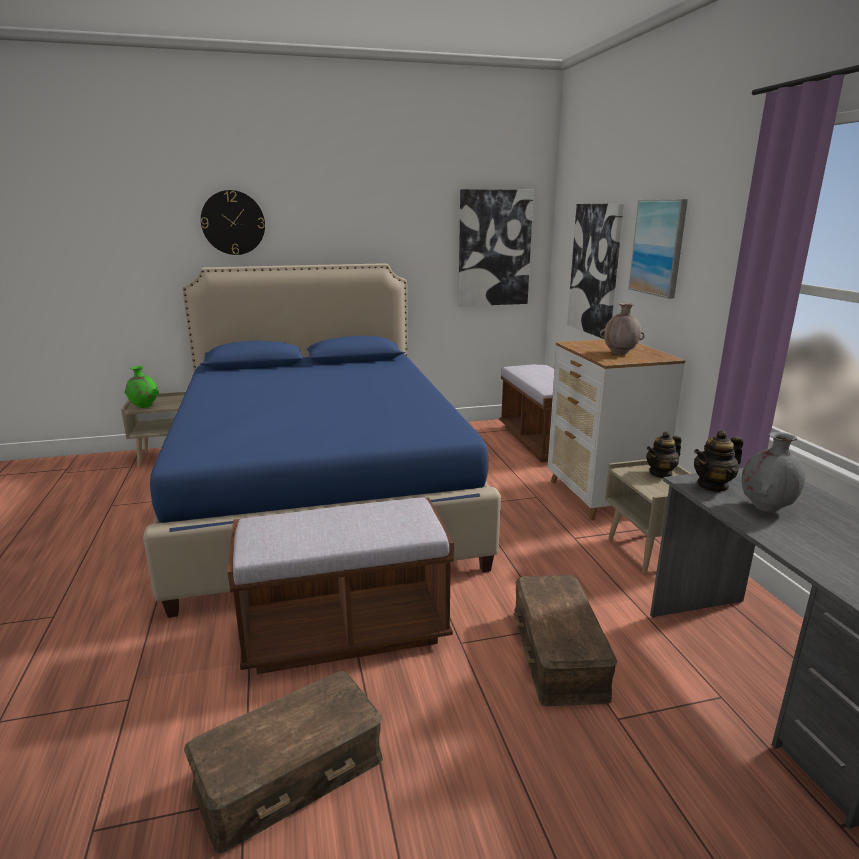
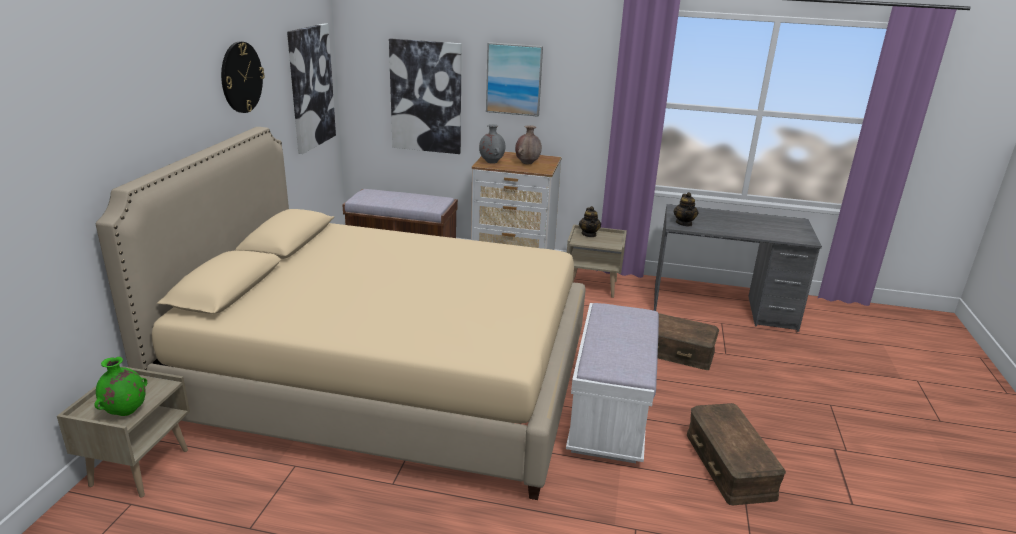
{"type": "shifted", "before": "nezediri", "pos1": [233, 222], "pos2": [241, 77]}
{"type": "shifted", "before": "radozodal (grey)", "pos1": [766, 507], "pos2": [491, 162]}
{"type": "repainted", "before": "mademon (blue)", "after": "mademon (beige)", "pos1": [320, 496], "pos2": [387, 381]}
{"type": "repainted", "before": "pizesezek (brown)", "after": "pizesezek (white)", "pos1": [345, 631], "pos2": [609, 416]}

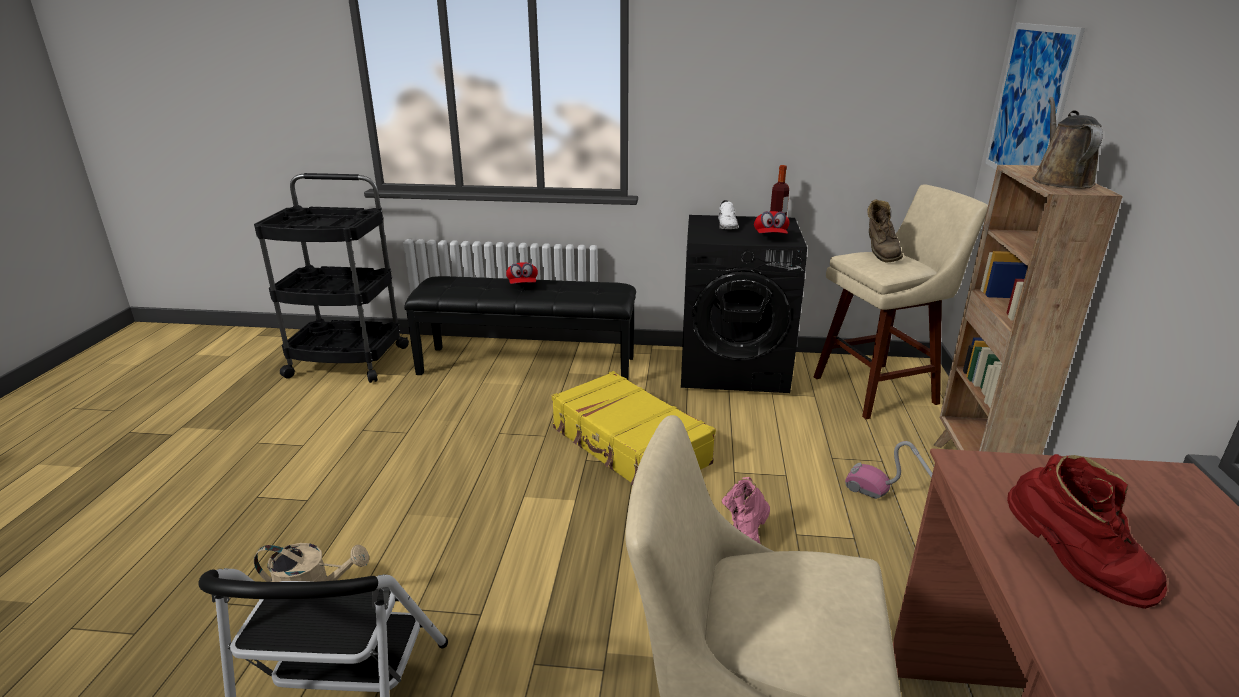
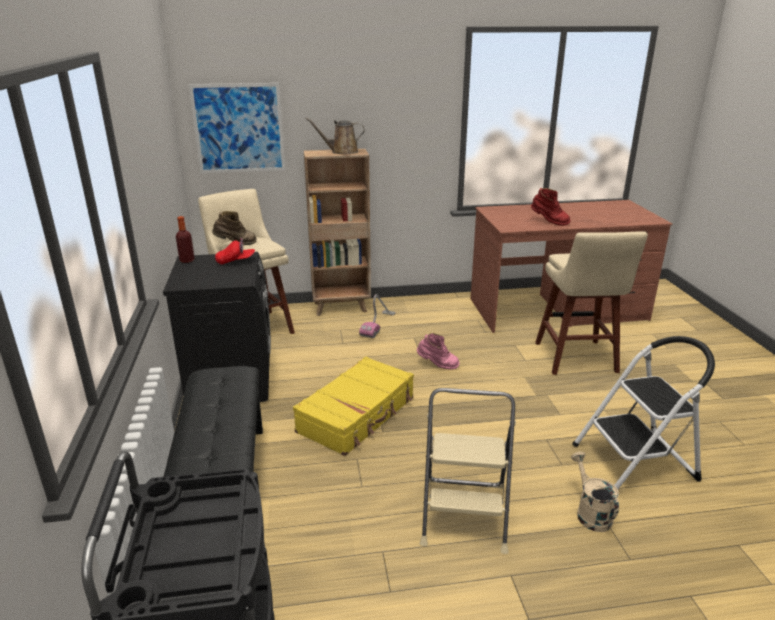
{"type": "gone", "before": "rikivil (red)", "pos1": [522, 285]}
{"type": "gone", "before": "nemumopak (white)", "pos1": [727, 225]}
{"type": "new", "after": "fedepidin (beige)", "pos2": [465, 510]}
{"type": "rotated", "before": "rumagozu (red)", "pos1": [1072, 569], "pos2": [548, 222], "turn": 90}

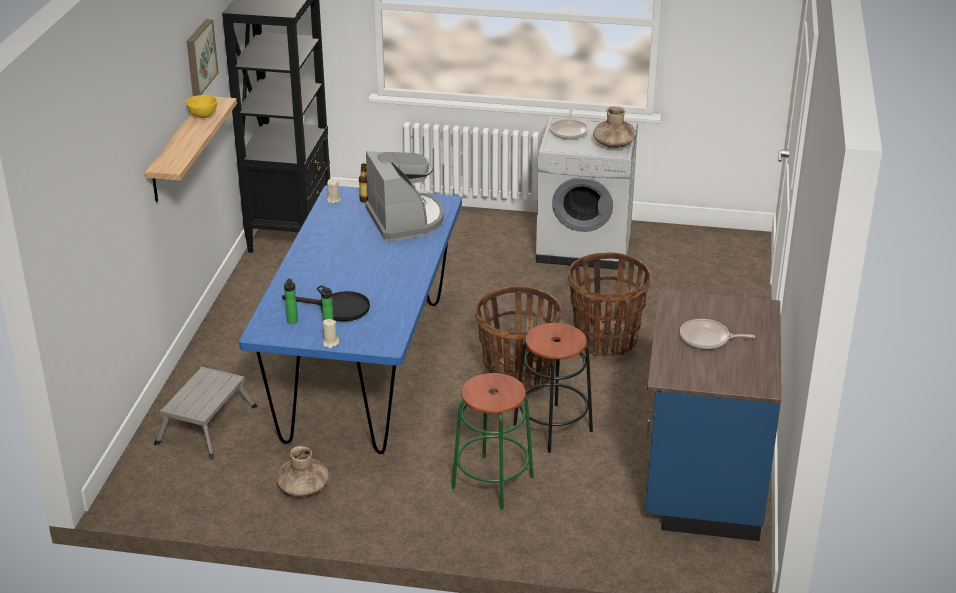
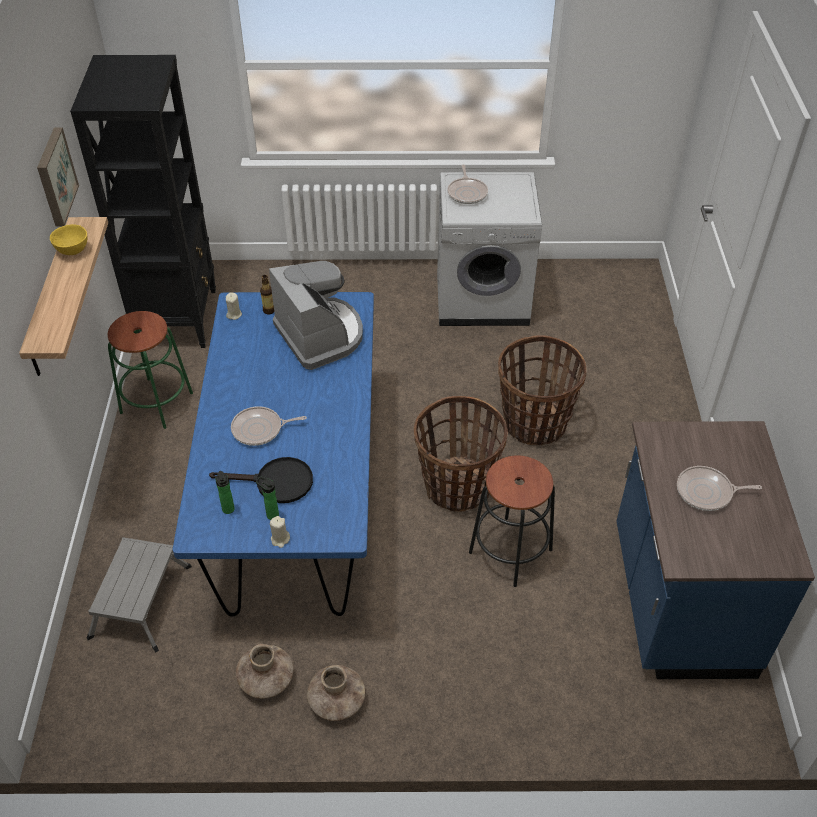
{"type": "new", "after": "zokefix", "pos2": [260, 429]}
{"type": "shifted", "before": "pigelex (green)", "pos1": [492, 482], "pos2": [156, 403]}
{"type": "shifted", "before": "radozodal (brown)", "pos1": [614, 144], "pos2": [337, 700]}

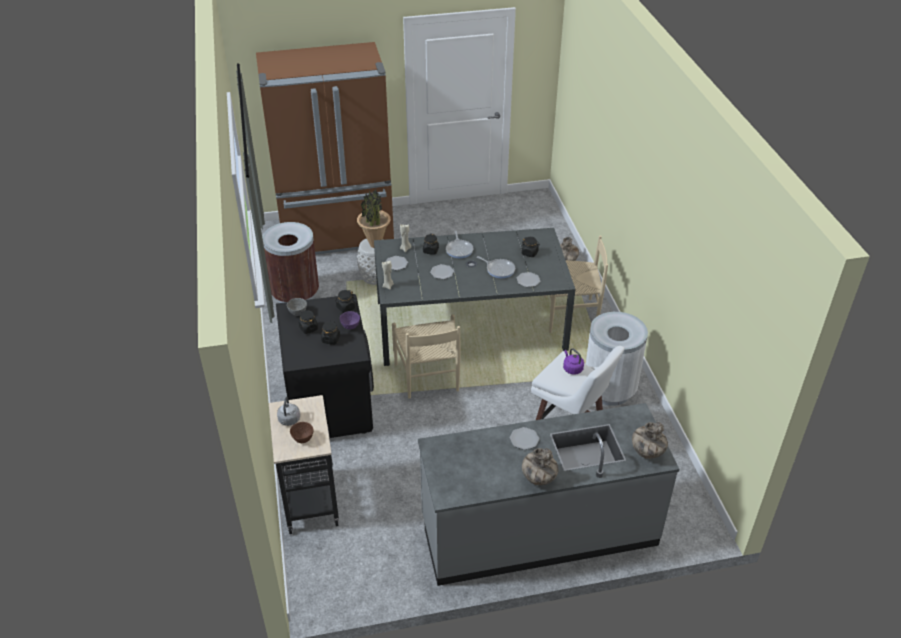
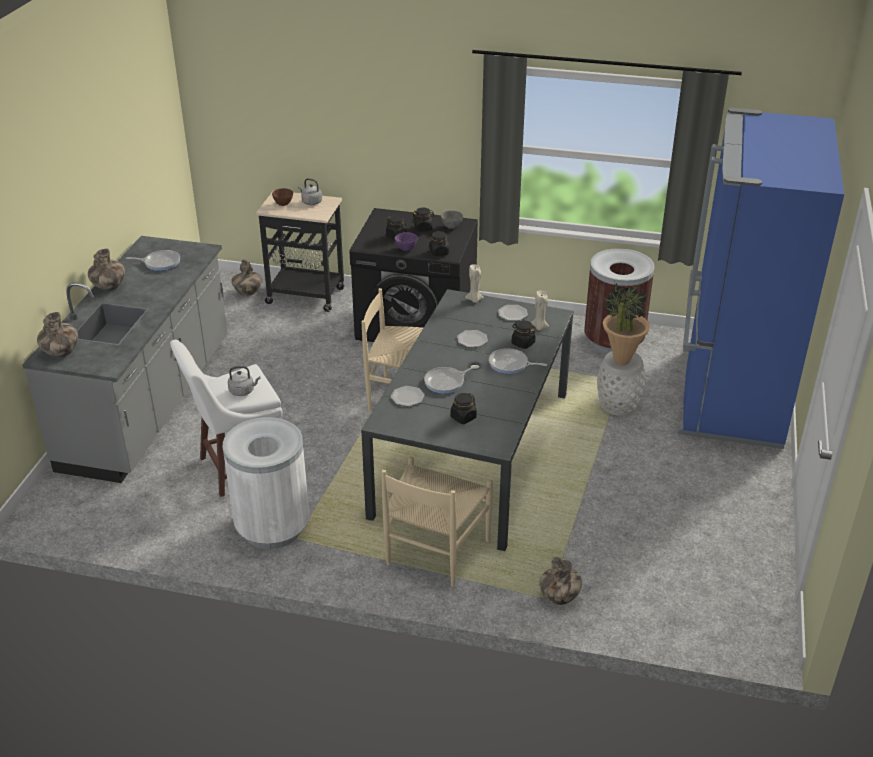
{"type": "gone", "before": "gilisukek", "pos1": [524, 439]}
{"type": "new", "after": "zokefix", "pos2": [160, 262]}
{"type": "new", "after": "radozodal", "pos2": [247, 293]}
{"type": "repainted", "before": "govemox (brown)", "after": "govemox (blue)", "pos1": [337, 236], "pos2": [728, 396]}
{"type": "repainted", "before": "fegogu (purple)", "after": "fegogu (grey)", "pos1": [572, 368], "pos2": [243, 391]}

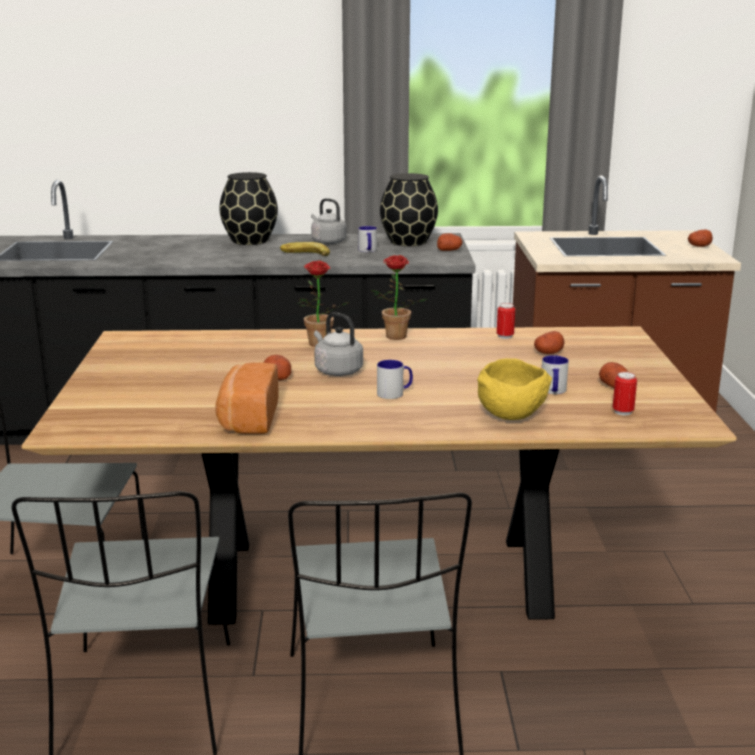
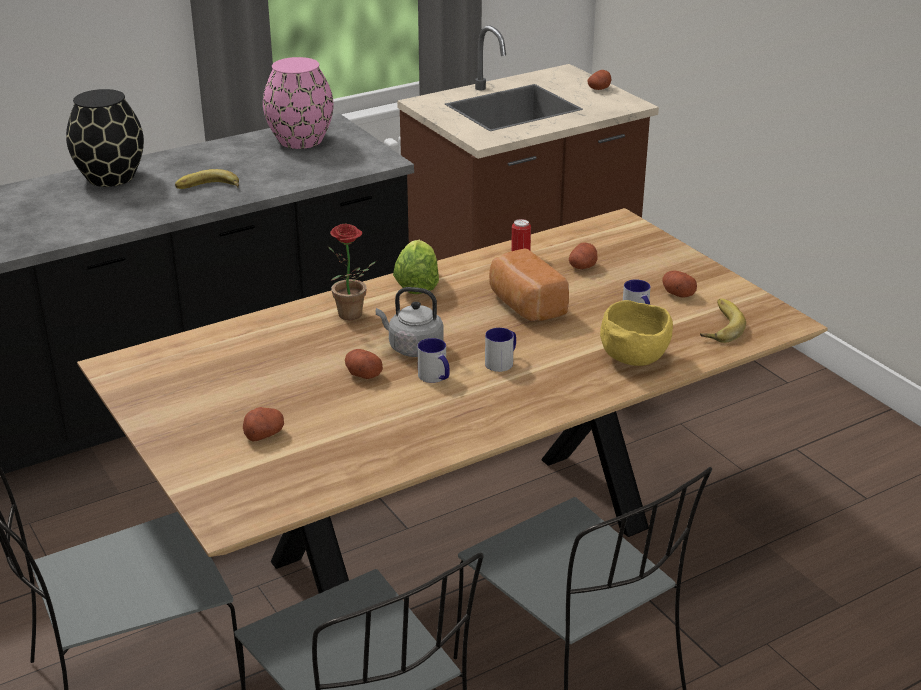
{"type": "gone", "before": "fegogu (grey)", "pos1": [327, 242]}
{"type": "shifted", "before": "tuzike", "pos1": [247, 419], "pos2": [524, 305]}
{"type": "shifted", "before": "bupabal", "pos1": [368, 251], "pos2": [435, 377]}
{"type": "shifted", "before": "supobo", "pos1": [449, 250], "pos2": [264, 434]}
{"type": "swapped", "before": "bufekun", "after": "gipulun", "pos1": [394, 338], "pos2": [417, 285]}
{"type": "swapped", "before": "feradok", "after": "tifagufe", "pos1": [623, 412], "pos2": [718, 325]}
{"type": "repainted", "before": "radozodal (black)", "after": "radozodal (pink)", "pos1": [408, 242], "pos2": [300, 140]}

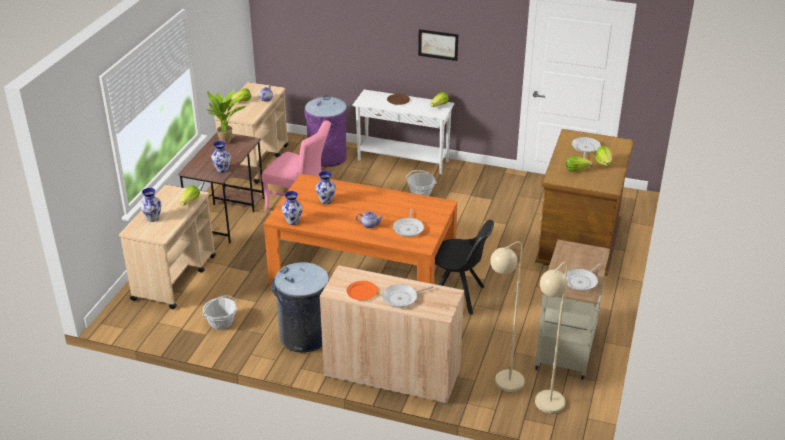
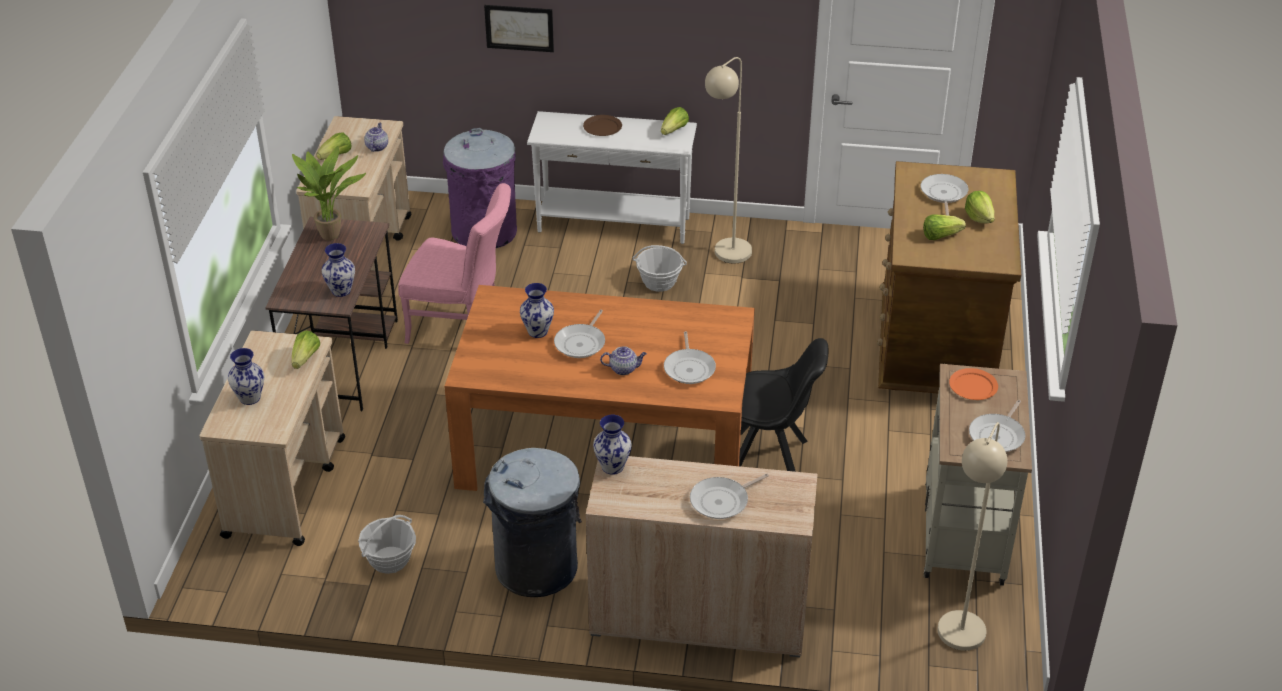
{"type": "new", "after": "zokefix", "pos2": [581, 343]}
{"type": "shifted", "before": "radozodal", "pos1": [293, 221], "pos2": [612, 466]}
{"type": "shifted", "before": "gilisukek (orange)", "pos1": [362, 292], "pos2": [972, 386]}
{"type": "shifted", "before": "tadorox", "pos1": [438, 44], "pos2": [519, 28]}
{"type": "shifted", "before": "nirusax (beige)", "pos1": [503, 386], "pos2": [726, 258]}

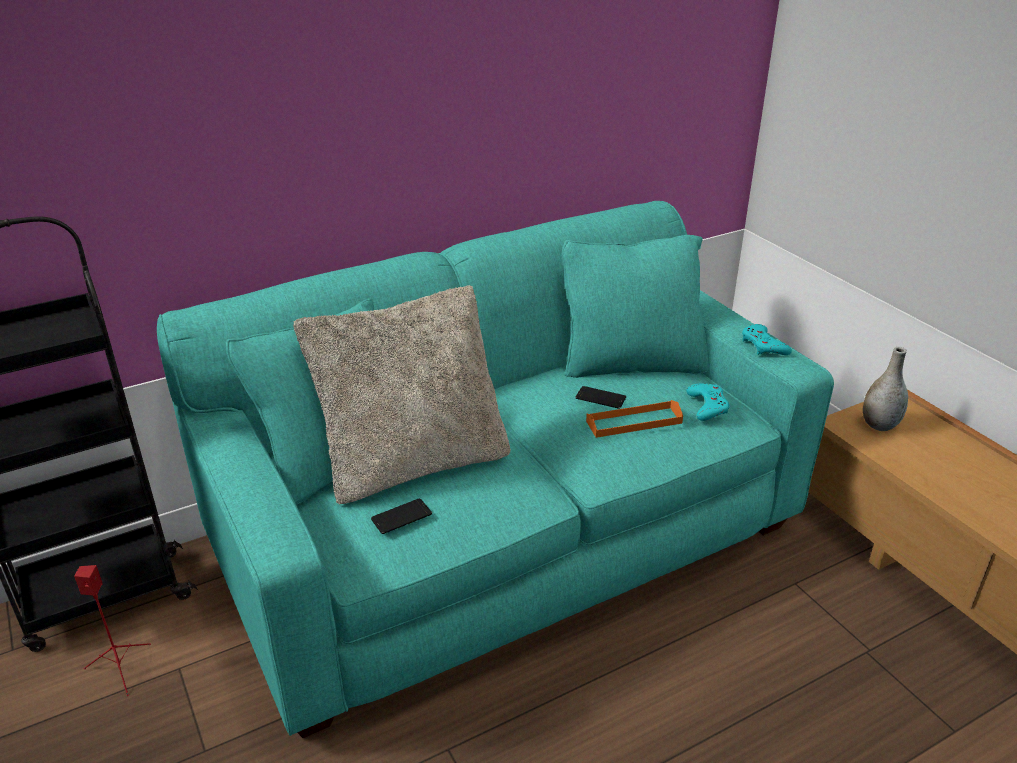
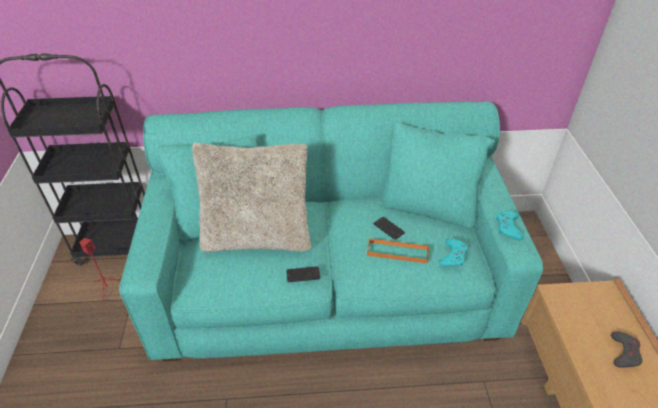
{"type": "gone", "before": "radozodal (grey)", "pos1": [879, 425]}
{"type": "new", "after": "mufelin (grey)", "pos2": [624, 352]}
{"type": "shifted", "before": "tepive", "pos1": [401, 517], "pos2": [303, 275]}

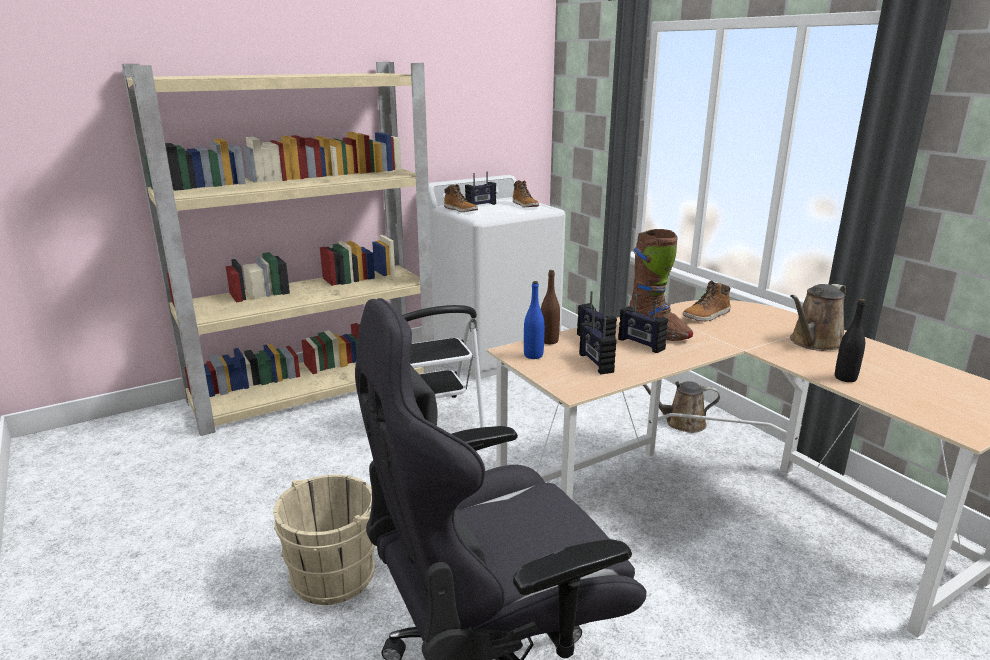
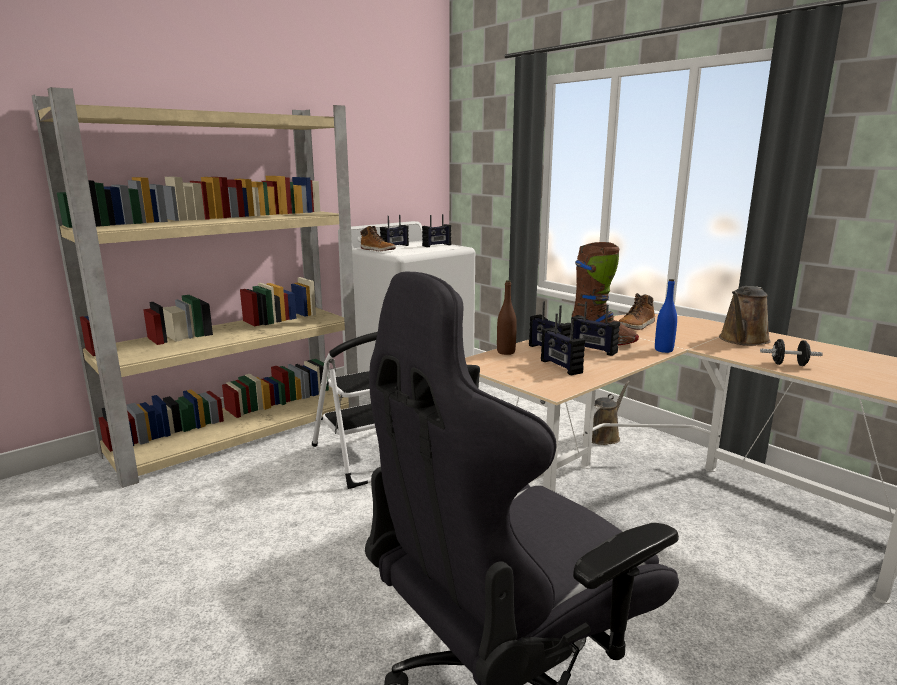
{"type": "gone", "before": "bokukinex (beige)", "pos1": [338, 572]}
{"type": "shifted", "before": "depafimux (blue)", "pos1": [533, 355], "pos2": [663, 350]}
{"type": "swapped", "before": "rumagozu", "after": "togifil", "pos1": [525, 205], "pos2": [437, 245]}
{"type": "swapped", "before": "depafimux (black)", "after": "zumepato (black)", "pos1": [845, 378], "pos2": [788, 364]}
{"type": "rotated", "before": "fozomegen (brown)", "pos1": [681, 423], "pos2": [603, 435], "turn": 135}

